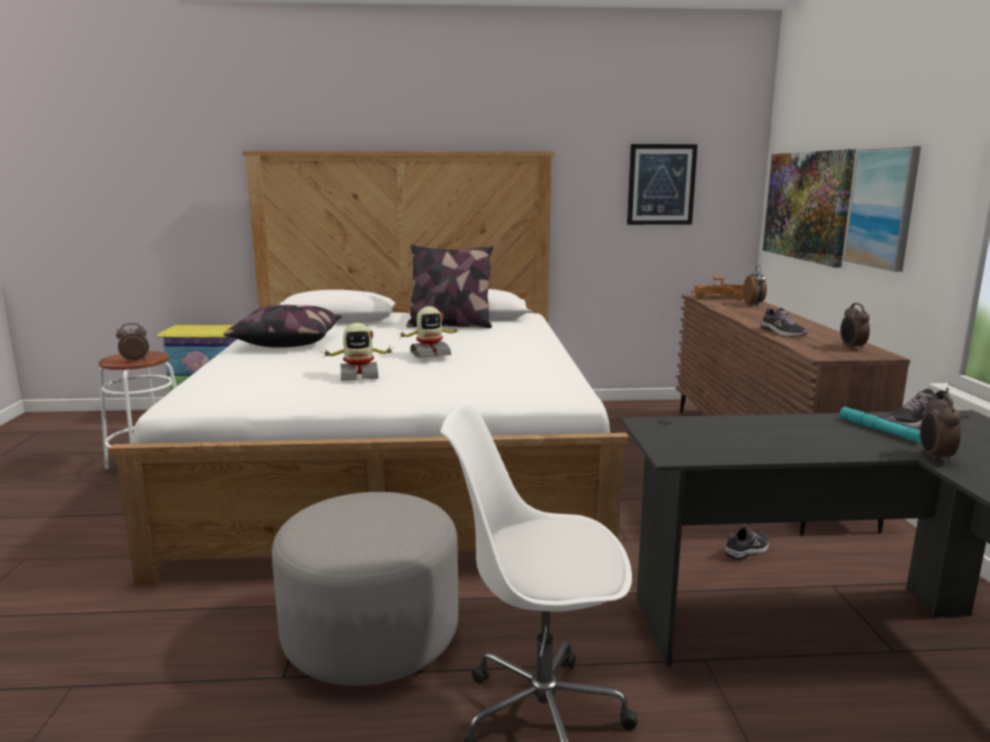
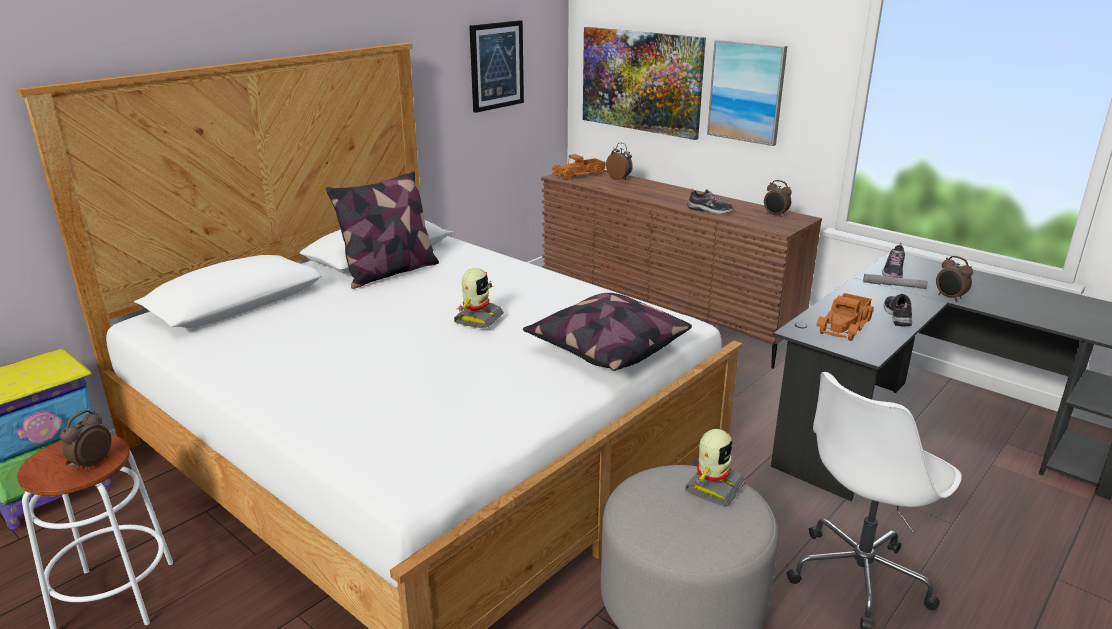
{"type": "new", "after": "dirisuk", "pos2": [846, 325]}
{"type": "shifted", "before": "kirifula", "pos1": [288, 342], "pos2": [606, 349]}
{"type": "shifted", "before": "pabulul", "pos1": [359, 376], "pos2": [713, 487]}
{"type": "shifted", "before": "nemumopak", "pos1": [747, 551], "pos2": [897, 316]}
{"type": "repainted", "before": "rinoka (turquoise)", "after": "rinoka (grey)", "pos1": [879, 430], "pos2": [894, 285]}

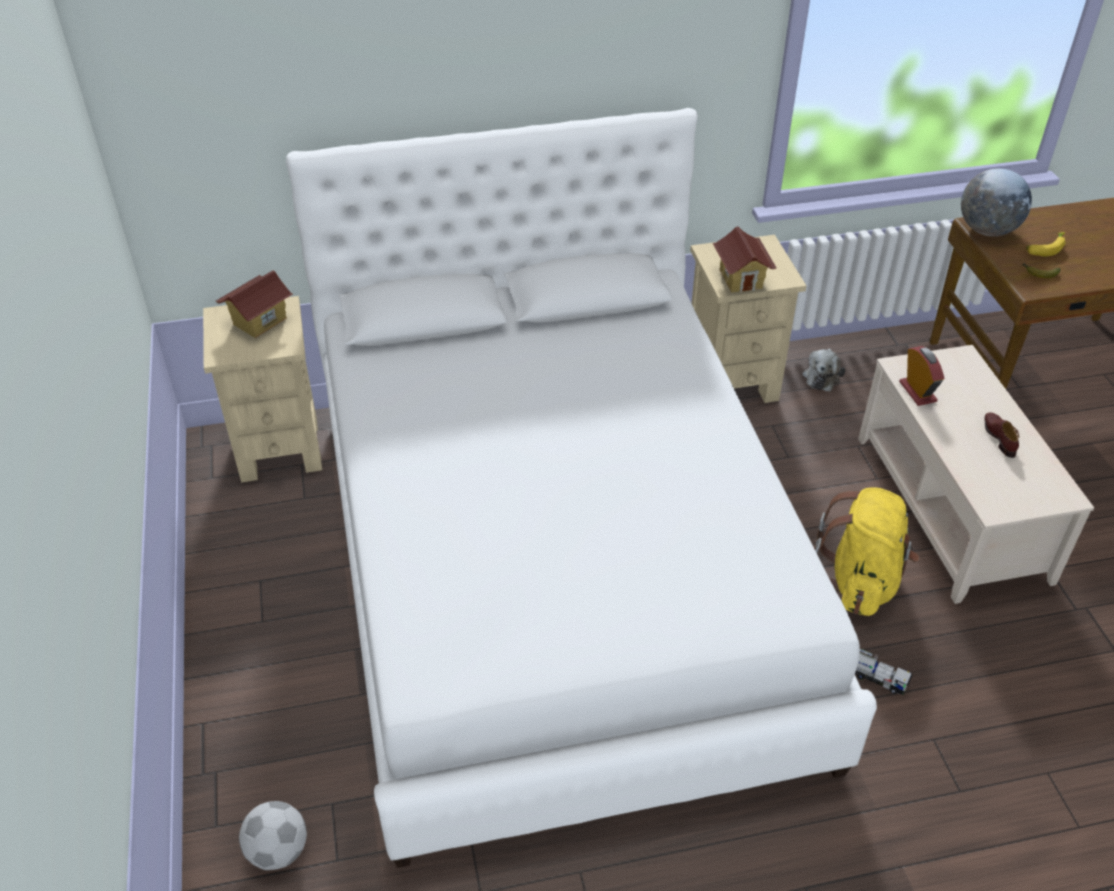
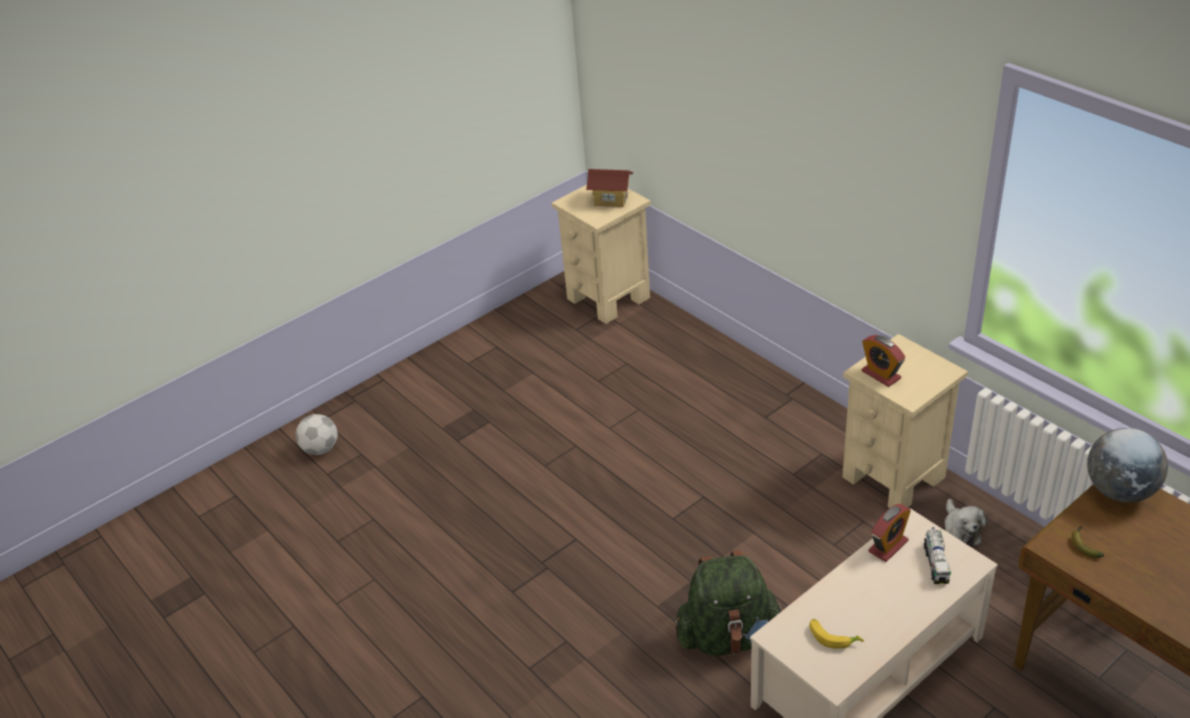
{"type": "gone", "before": "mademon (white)", "pos1": [557, 568]}
{"type": "gone", "before": "nemumopak (brown)", "pos1": [999, 437]}
{"type": "shifted", "before": "dirisuk", "pos1": [874, 678], "pos2": [935, 563]}
{"type": "shifted", "before": "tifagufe", "pos1": [1045, 248], "pos2": [833, 636]}
{"type": "swapped", "before": "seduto", "after": "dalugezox", "pos1": [741, 279], "pos2": [881, 375]}
{"type": "repainted", "before": "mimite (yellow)", "after": "mimite (green)", "pos1": [860, 580], "pos2": [728, 636]}
{"type": "rotated", "before": "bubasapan", "pos1": [822, 376], "pos2": [961, 530], "turn": -90}

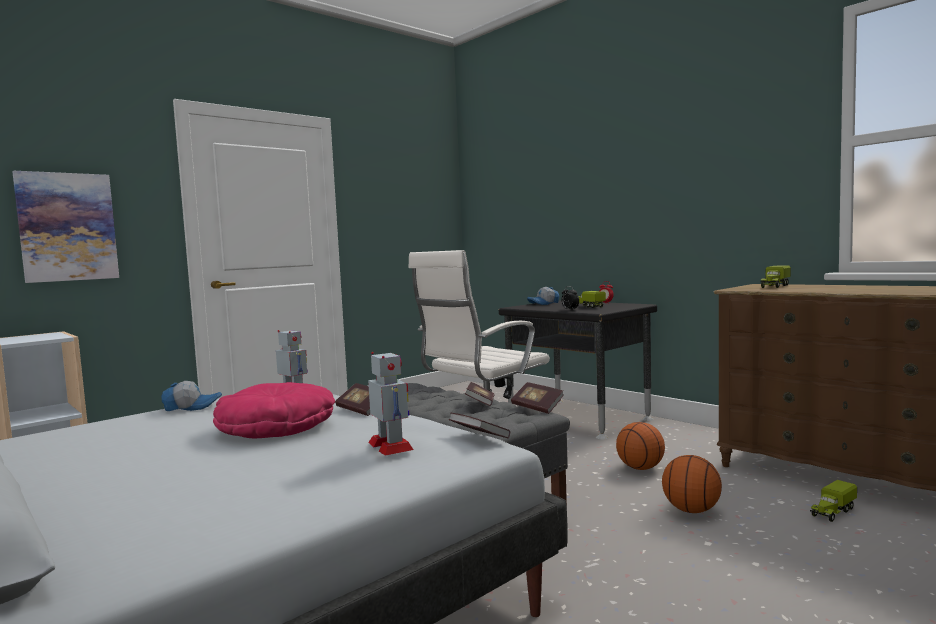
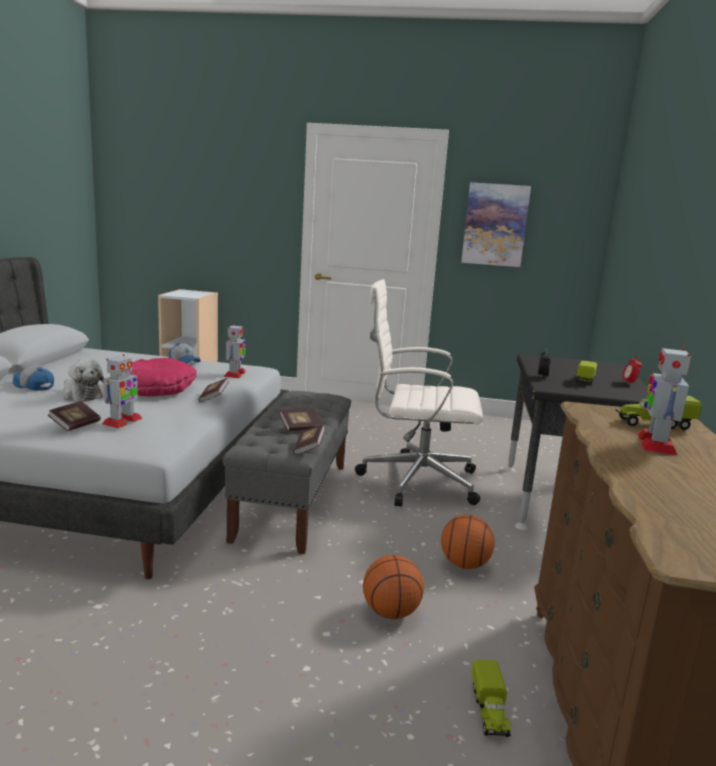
{"type": "new", "after": "bubasapan", "pos2": [81, 395]}
{"type": "new", "after": "pabulul", "pos2": [656, 444]}
{"type": "shifted", "before": "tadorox", "pos1": [67, 227], "pos2": [495, 225]}
{"type": "shifted", "before": "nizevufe", "pos1": [479, 438], "pos2": [75, 425]}
{"type": "shifted", "before": "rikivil", "pos1": [544, 303], "pos2": [33, 386]}
{"type": "rotated", "before": "dirisuk", "pos1": [832, 512], "pos2": [489, 711], "turn": -105}

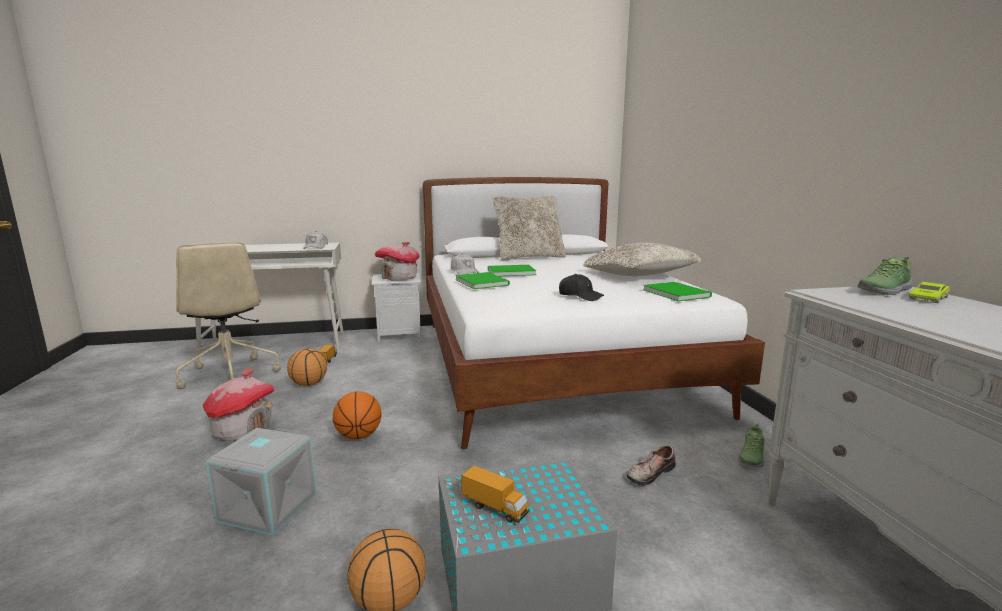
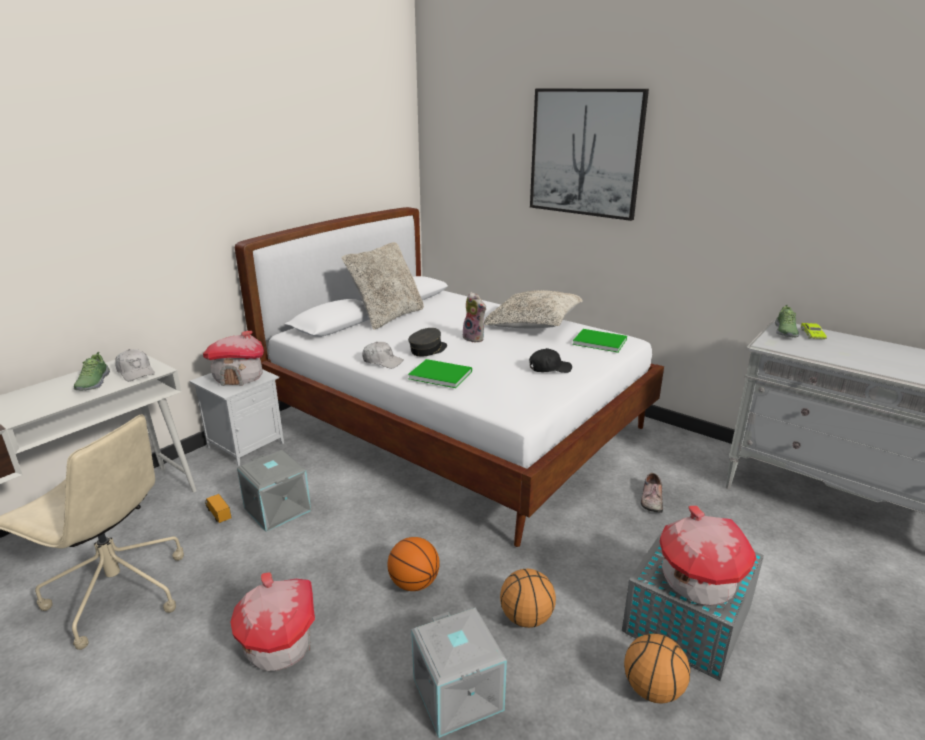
{"type": "new", "after": "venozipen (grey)", "pos2": [278, 509]}
{"type": "new", "after": "bubasapan", "pos2": [475, 338]}
{"type": "new", "after": "tadorox", "pos2": [585, 153]}
{"type": "shifted", "before": "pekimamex", "pos1": [309, 384], "pos2": [527, 618]}
{"type": "shifted", "before": "nemumopak", "pos1": [751, 457], "pos2": [92, 382]}
{"type": "swapped", "before": "dirisuk", "after": "seduto", "pos1": [495, 508], "pos2": [697, 581]}
{"type": "swapped", "before": "nizevufe (green)", "after": "rikivil (grey)", "pos1": [509, 272], "pos2": [428, 349]}

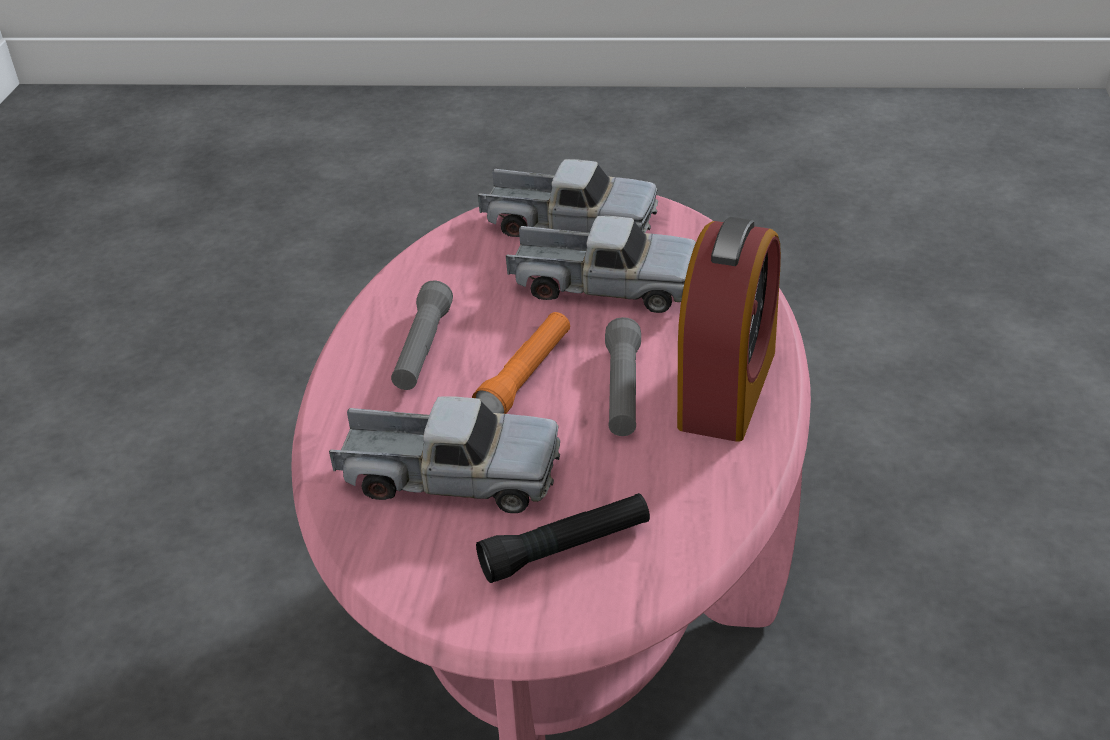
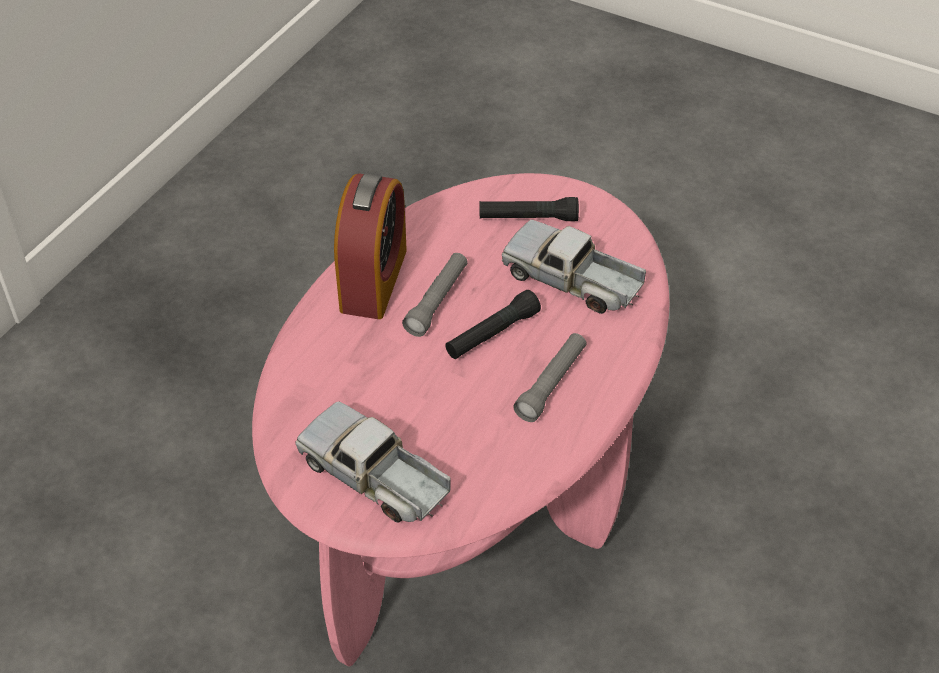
{"type": "gone", "before": "dirisuk", "pos1": [602, 285]}
{"type": "repainted", "before": "rinoka (orange)", "after": "rinoka (black)", "pos1": [526, 377], "pos2": [492, 334]}
{"type": "rotated", "before": "dalugezox", "pos1": [727, 389], "pos2": [373, 280], "turn": 150}

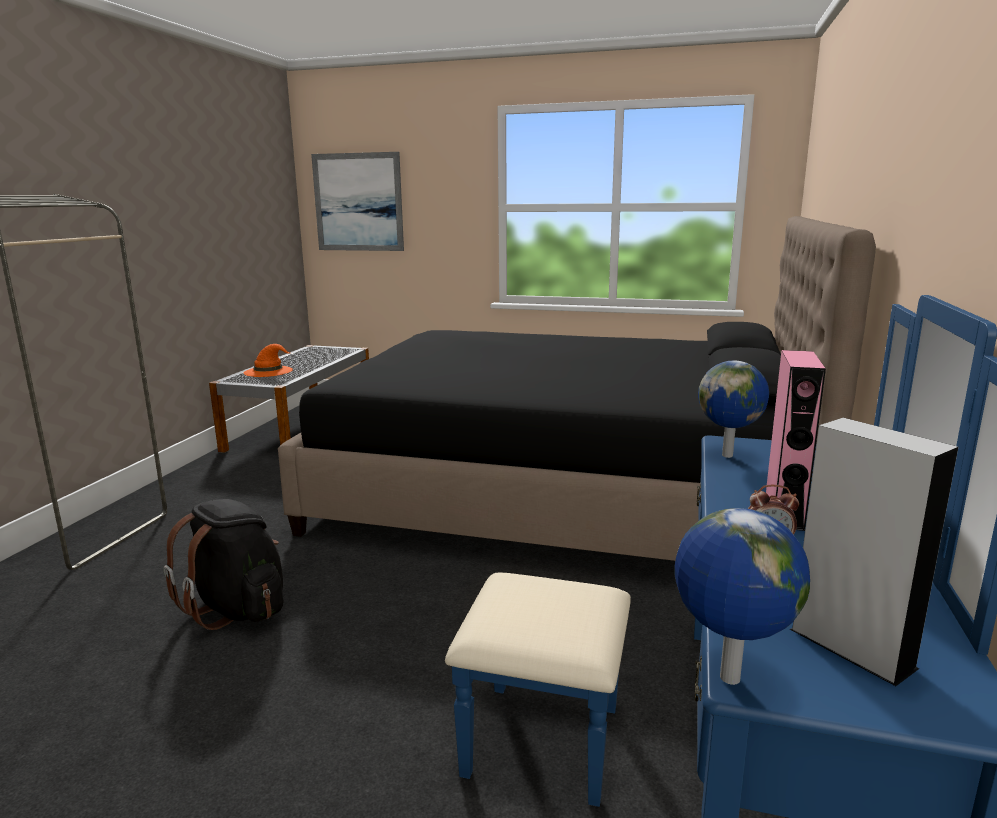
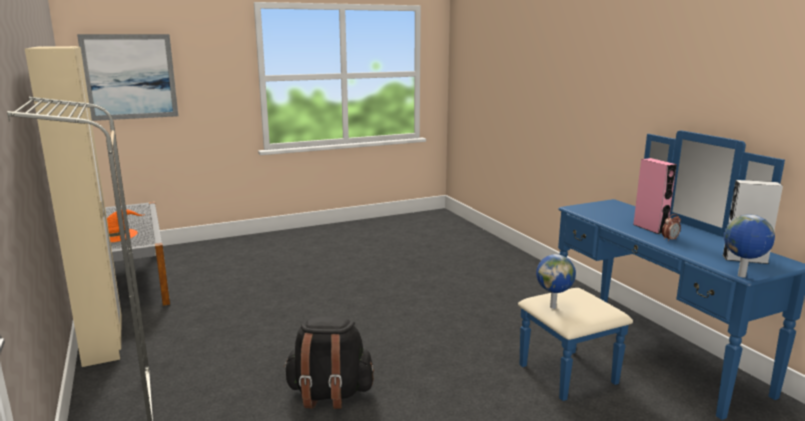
{"type": "gone", "before": "mademon (black)", "pos1": [564, 493]}
{"type": "new", "after": "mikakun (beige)", "pos2": [104, 343]}
{"type": "shifted", "before": "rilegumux", "pos1": [729, 455], "pos2": [553, 307]}

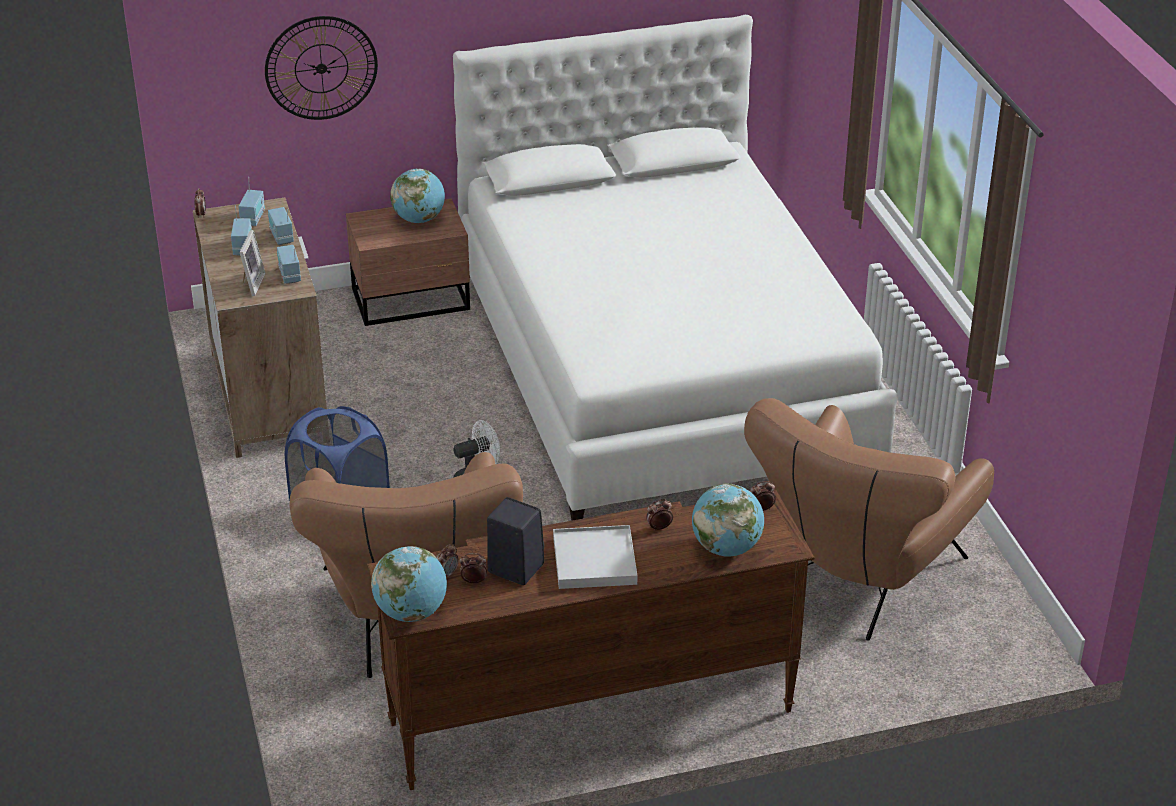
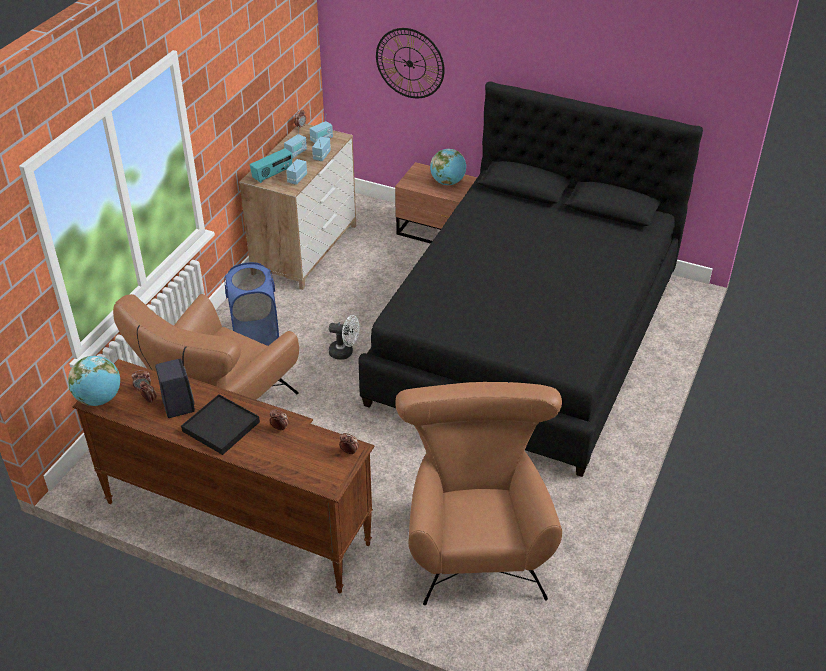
{"type": "gone", "before": "rilegumux", "pos1": [726, 548]}
{"type": "swapped", "before": "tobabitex", "after": "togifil", "pos1": [251, 284], "pos2": [273, 175]}
{"type": "repainted", "before": "mademon (white)", "after": "mademon (black)", "pos1": [661, 364], "pos2": [527, 337]}
{"type": "repainted", "before": "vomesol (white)", "after": "vomesol (black)", "pos1": [595, 561], "pos2": [221, 427]}
{"type": "rotated", "before": "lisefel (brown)", "pos1": [858, 584], "pos2": [475, 541], "turn": 105}

